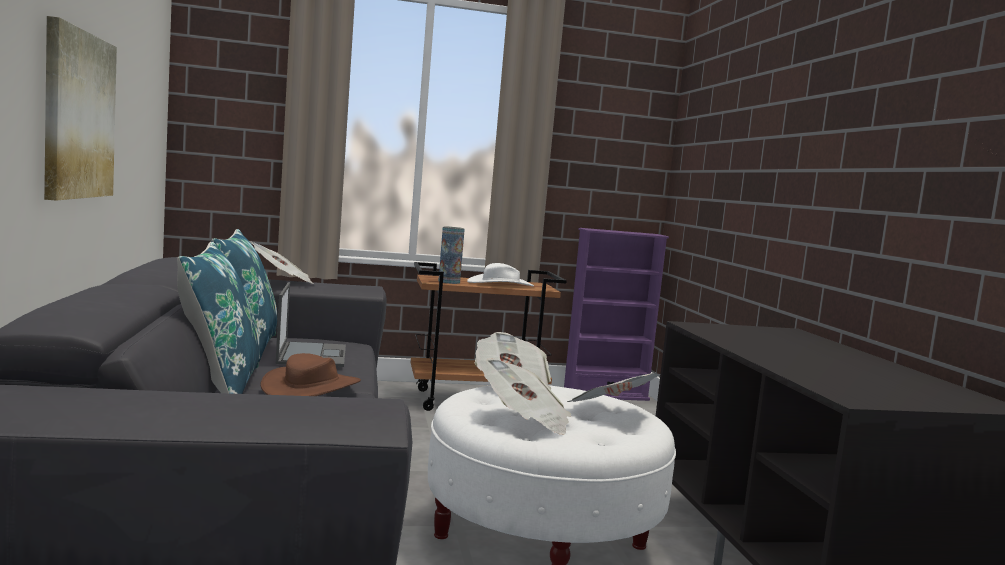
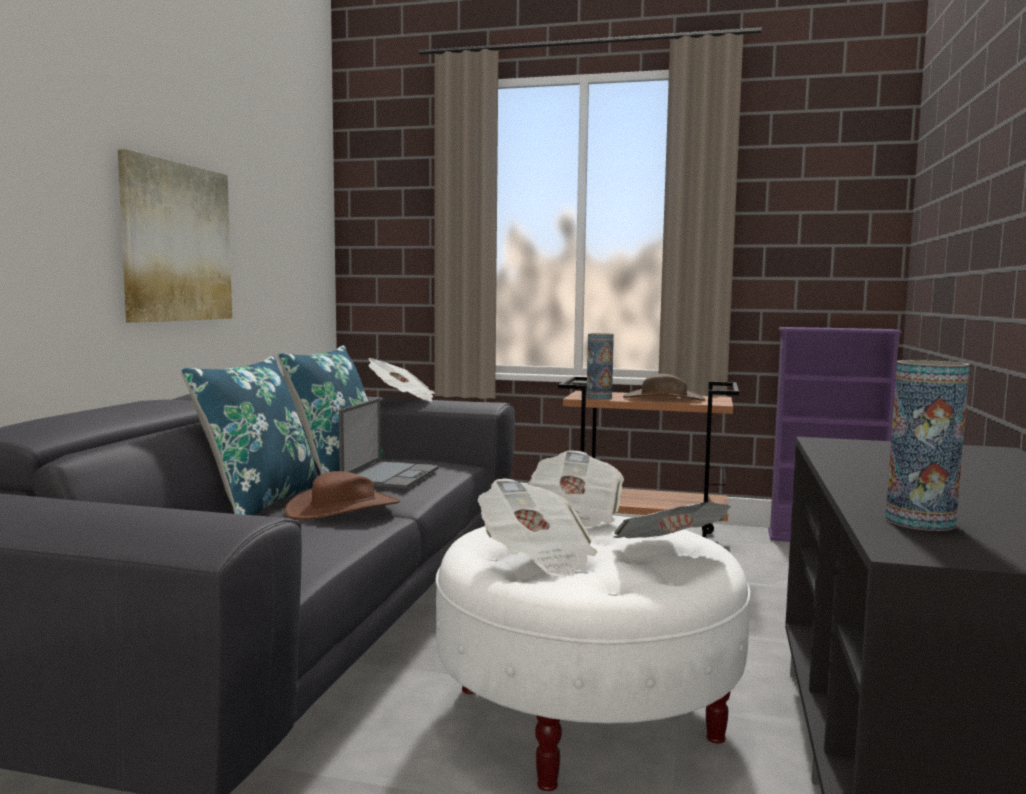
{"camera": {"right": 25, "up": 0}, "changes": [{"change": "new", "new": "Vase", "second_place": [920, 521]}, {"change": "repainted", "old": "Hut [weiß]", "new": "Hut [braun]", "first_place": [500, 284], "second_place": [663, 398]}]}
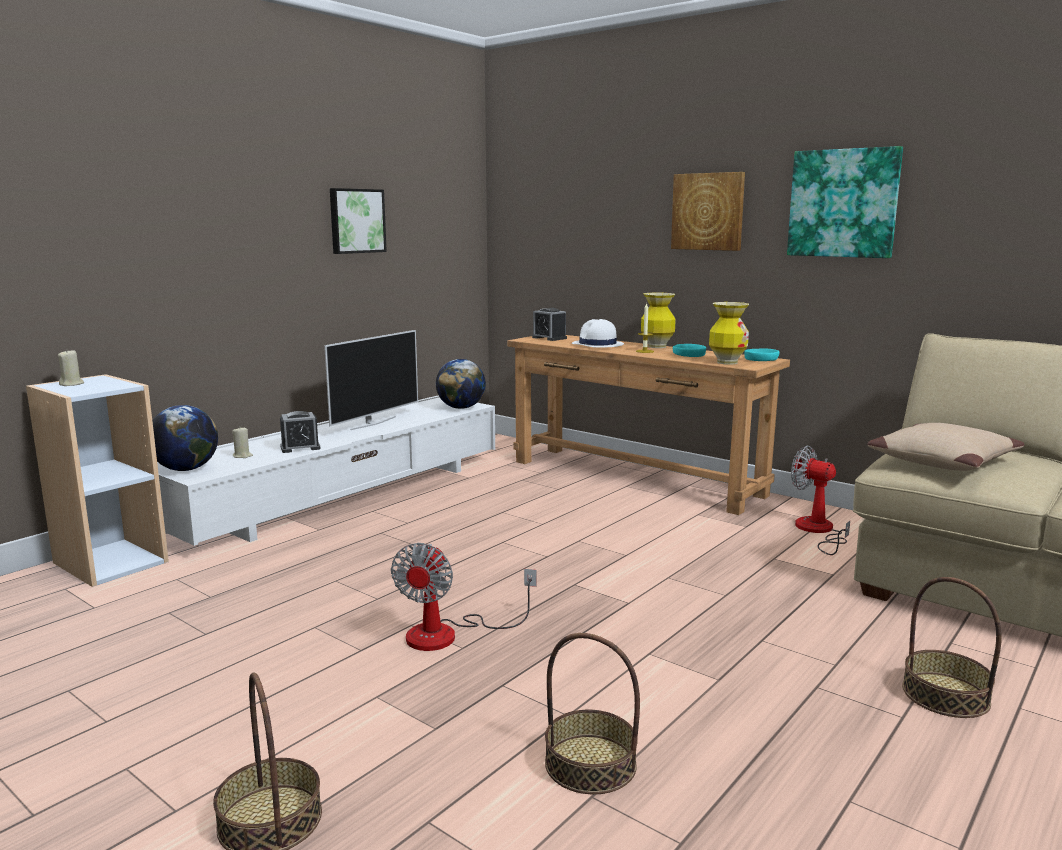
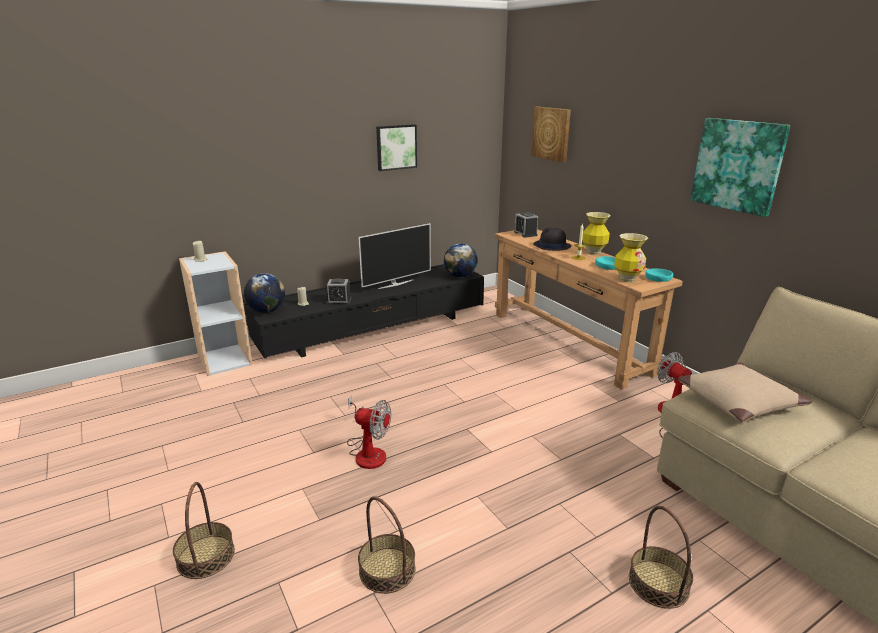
{"camera": {"right": 20, "up": 10}, "changes": [{"change": "shifted", "old": "Bild", "first_place": [708, 211], "second_place": [551, 133]}, {"change": "repainted", "old": "Fernsehschrank [weiß]", "new": "Fernsehschrank [schwarz]", "first_place": [342, 494], "second_place": [372, 327]}, {"change": "repainted", "old": "Hut [weiß]", "new": "Hut [schwarz]", "first_place": [597, 345], "second_place": [551, 246]}, {"change": "rotated", "old": "Ventilator", "first_place": [448, 634], "second_place": [367, 451], "degrees": -105}]}
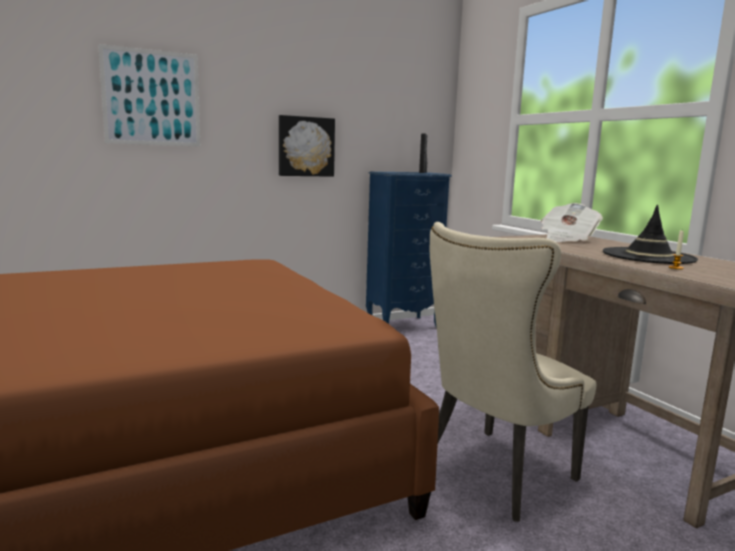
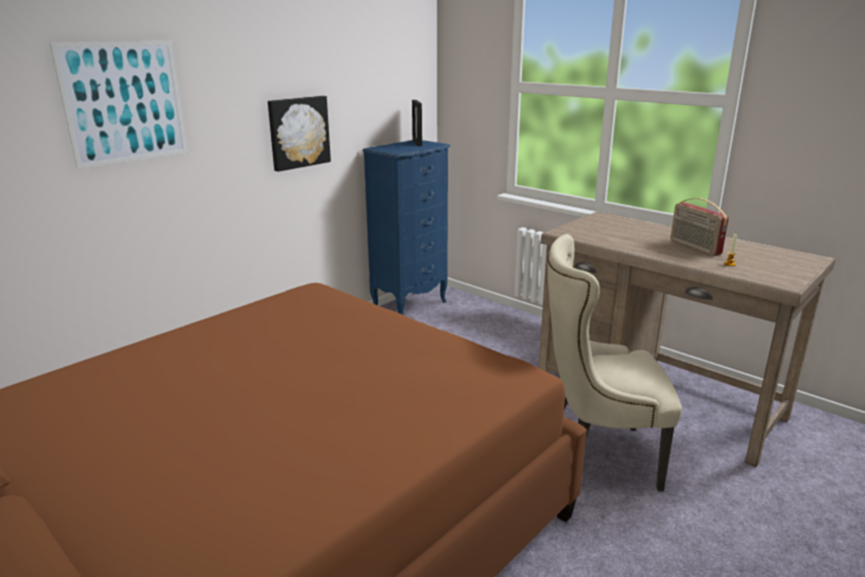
{"camera": {"right": -20, "up": 10}, "changes": [{"change": "gone", "old": "Zeitung", "first_place": [567, 239]}, {"change": "swapped", "old": "Hut [schwarz]", "new": "Radio", "first_place": [648, 256], "second_place": [694, 247]}, {"change": "rotated", "old": "Stuhl [beige]", "first_place": [496, 473], "second_place": [596, 457], "degrees": 60}]}
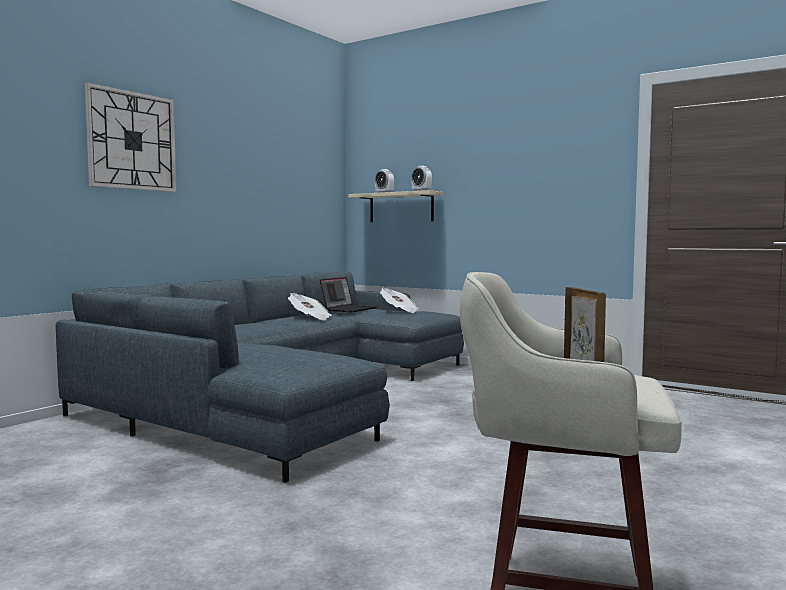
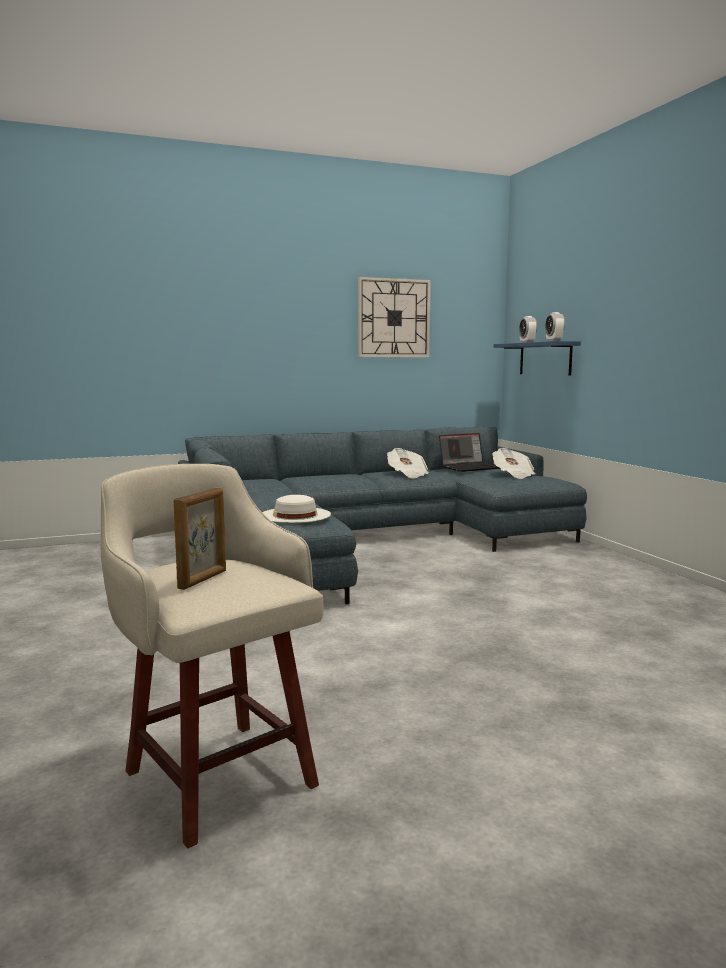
{"camera": {"right": 35, "up": 5}, "changes": [{"change": "new", "new": "Hut [weiß]", "second_place": [295, 515]}, {"change": "shifted", "old": "Wanduhr", "first_place": [132, 141], "second_place": [394, 318]}, {"change": "repainted", "old": "Wandregal [beige]", "new": "Wandregal [blau]", "first_place": [401, 207], "second_place": [545, 358]}]}
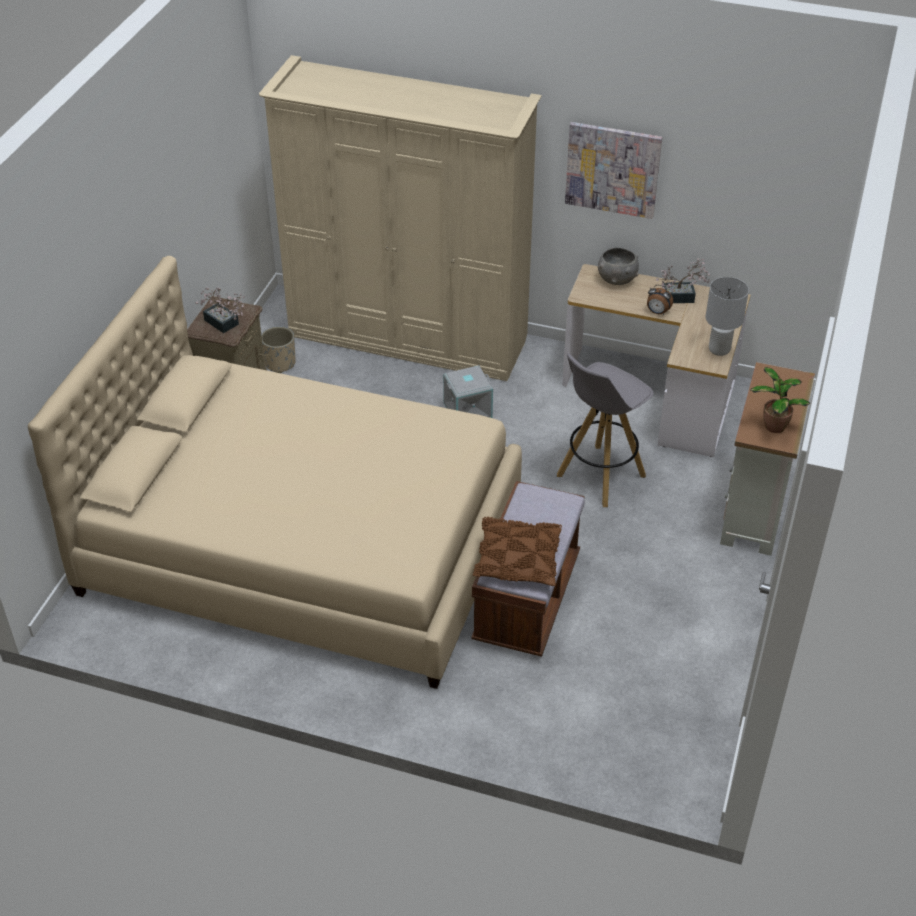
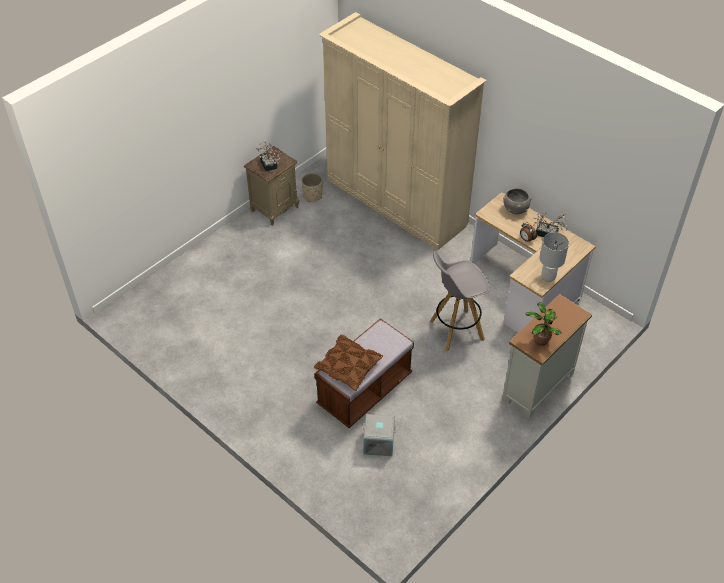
{"camera": {"right": 25, "up": 5}, "changes": [{"change": "gone", "old": "Bett [beige]", "first_place": [302, 544]}, {"change": "gone", "old": "Bild", "first_place": [613, 169]}, {"change": "shifted", "old": "Aufbewahrungsbox [grau]", "first_place": [467, 409], "second_place": [379, 442]}]}
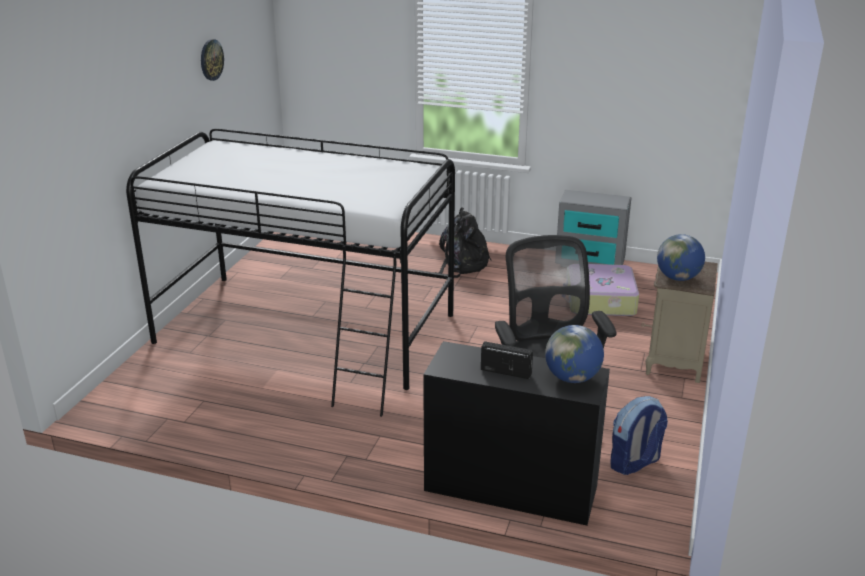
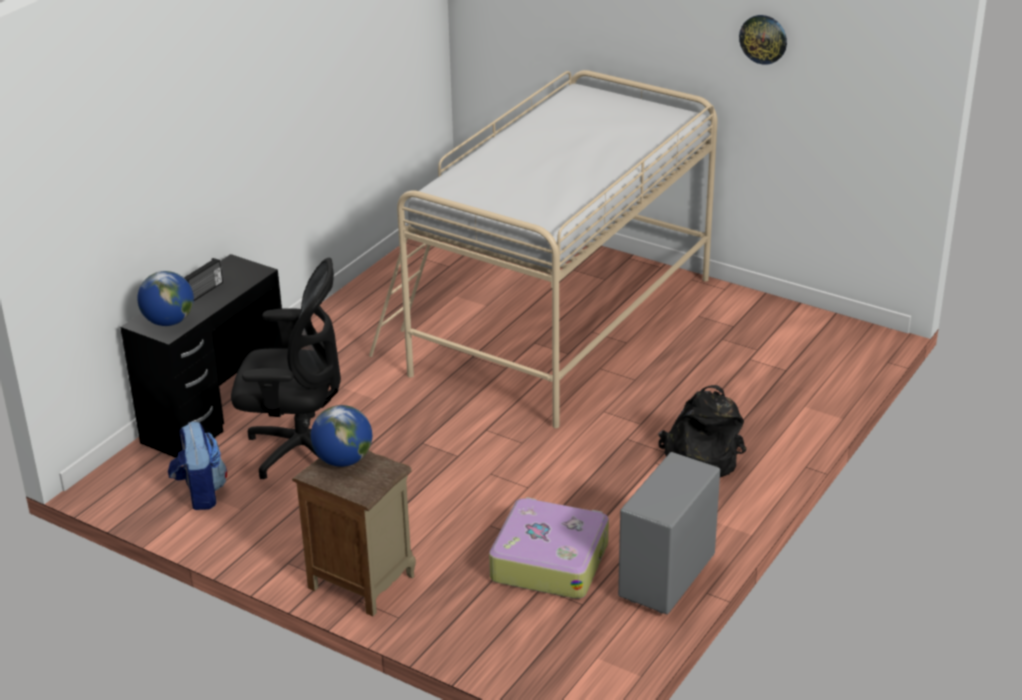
{"camera": {"right": 105, "up": 5}, "changes": [{"change": "repainted", "old": "Bett [schwarz]", "new": "Bett [beige]", "first_place": [308, 331], "second_place": [558, 327]}]}
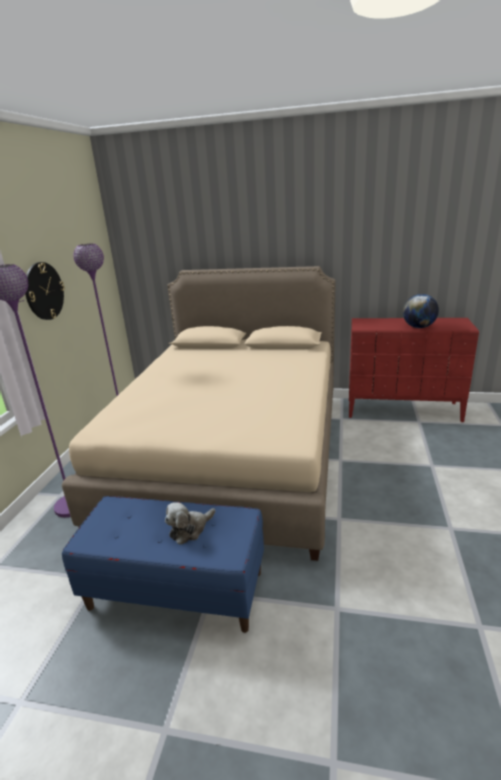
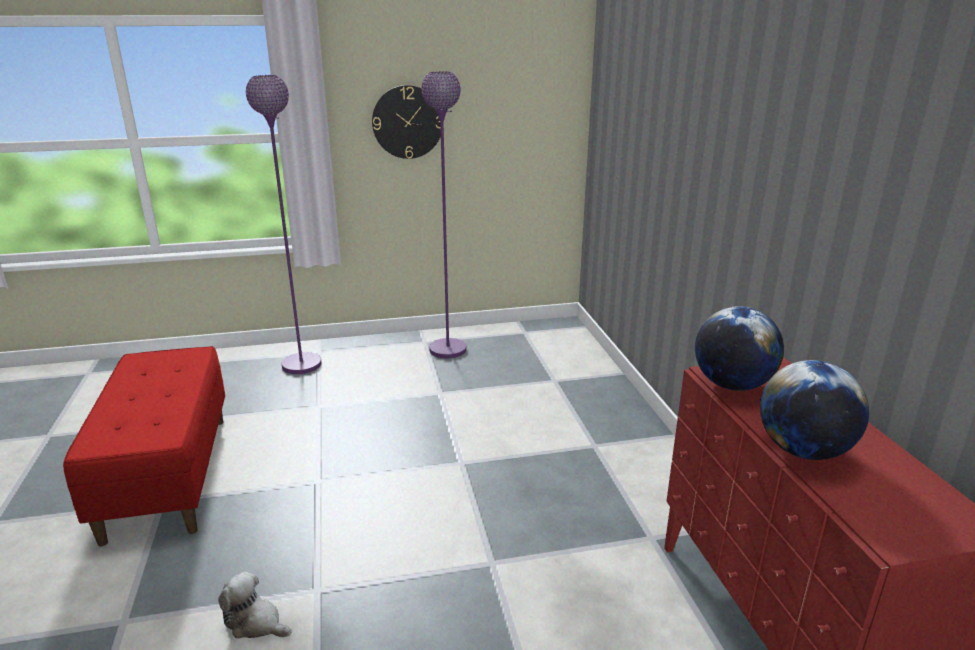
{"camera": {"right": 65, "up": 0}, "changes": [{"change": "gone", "old": "Bett [beige]", "first_place": [233, 453]}, {"change": "new", "new": "Globus", "second_place": [732, 385]}, {"change": "shifted", "old": "Plüschtier", "first_place": [190, 529], "second_place": [256, 622]}, {"change": "repainted", "old": "Bank [blau]", "new": "Bank [rot]", "first_place": [176, 589], "second_place": [169, 475]}]}
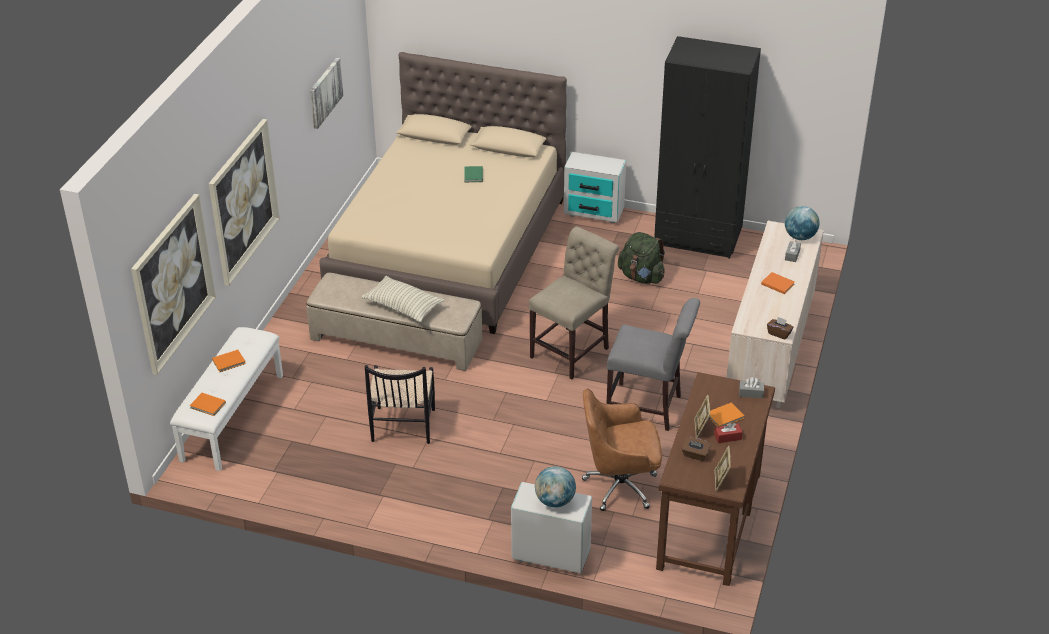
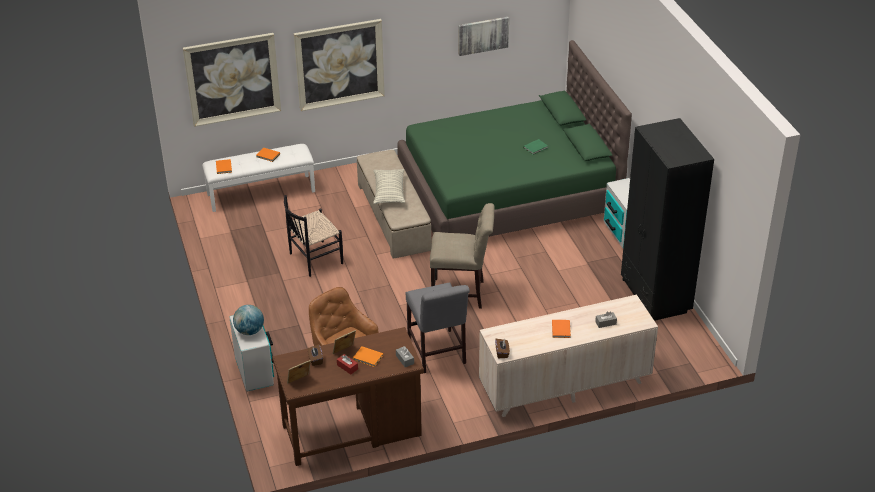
{"camera": {"right": 55, "up": 0}, "changes": [{"change": "gone", "old": "Rucksack [grün]", "first_place": [641, 277]}, {"change": "gone", "old": "Globus", "first_place": [800, 237]}, {"change": "repainted", "old": "Bett [beige]", "new": "Bett [grün]", "first_place": [449, 249], "second_place": [508, 193]}]}
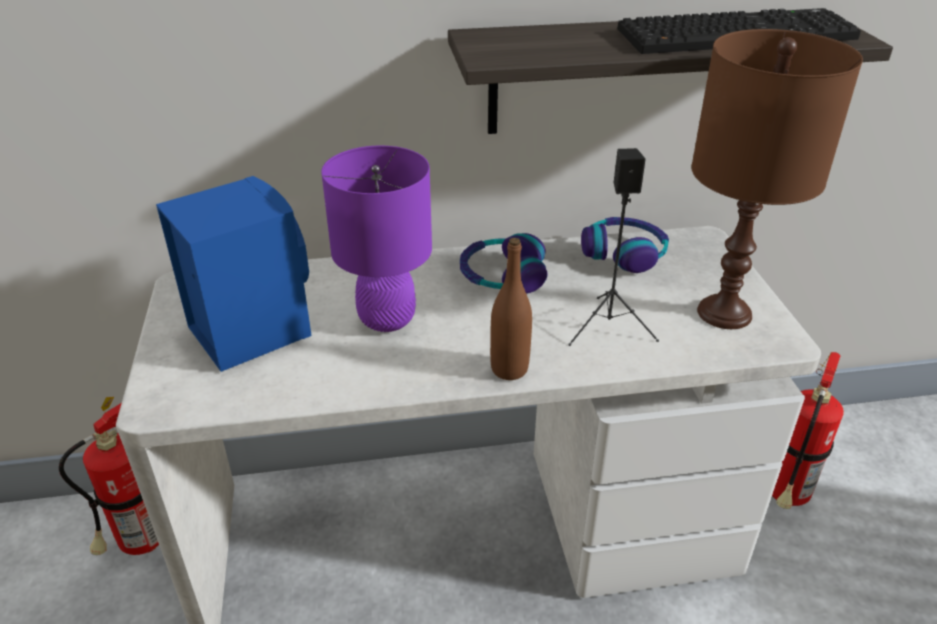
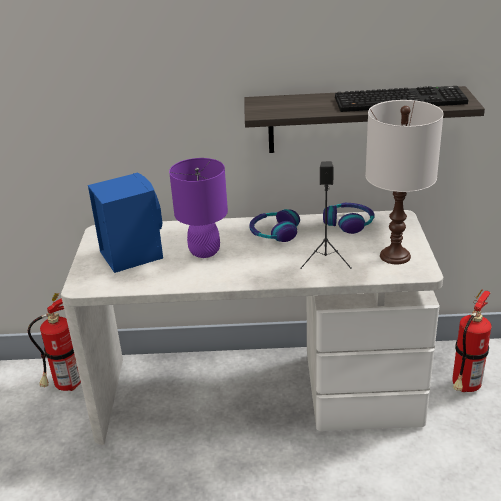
{"camera": {"right": 10, "up": -5}, "changes": [{"change": "gone", "old": "Flasche [braun]", "first_place": [509, 369]}, {"change": "repainted", "old": "Tischlampe [braun]", "new": "Tischlampe [weiß]", "first_place": [723, 313], "second_place": [394, 256]}]}
